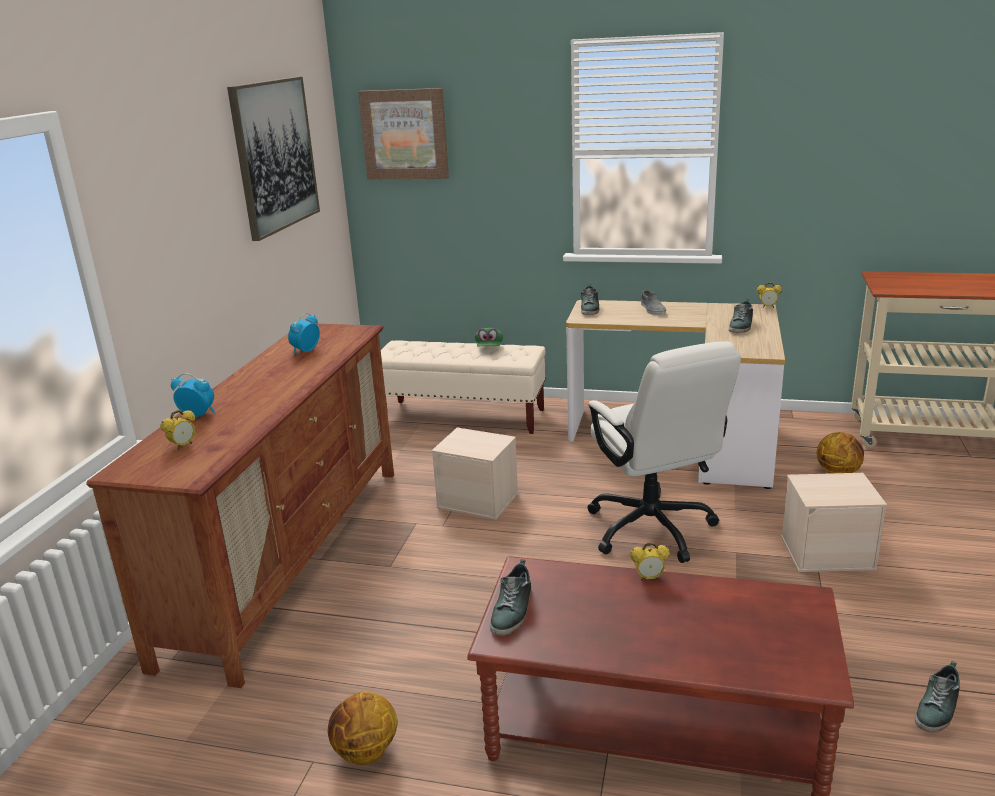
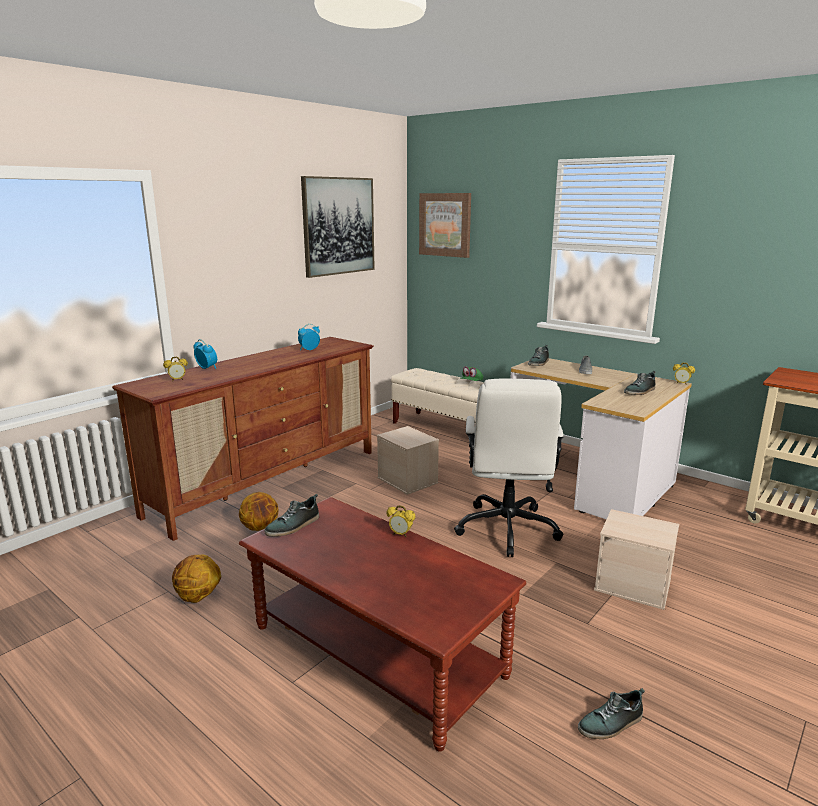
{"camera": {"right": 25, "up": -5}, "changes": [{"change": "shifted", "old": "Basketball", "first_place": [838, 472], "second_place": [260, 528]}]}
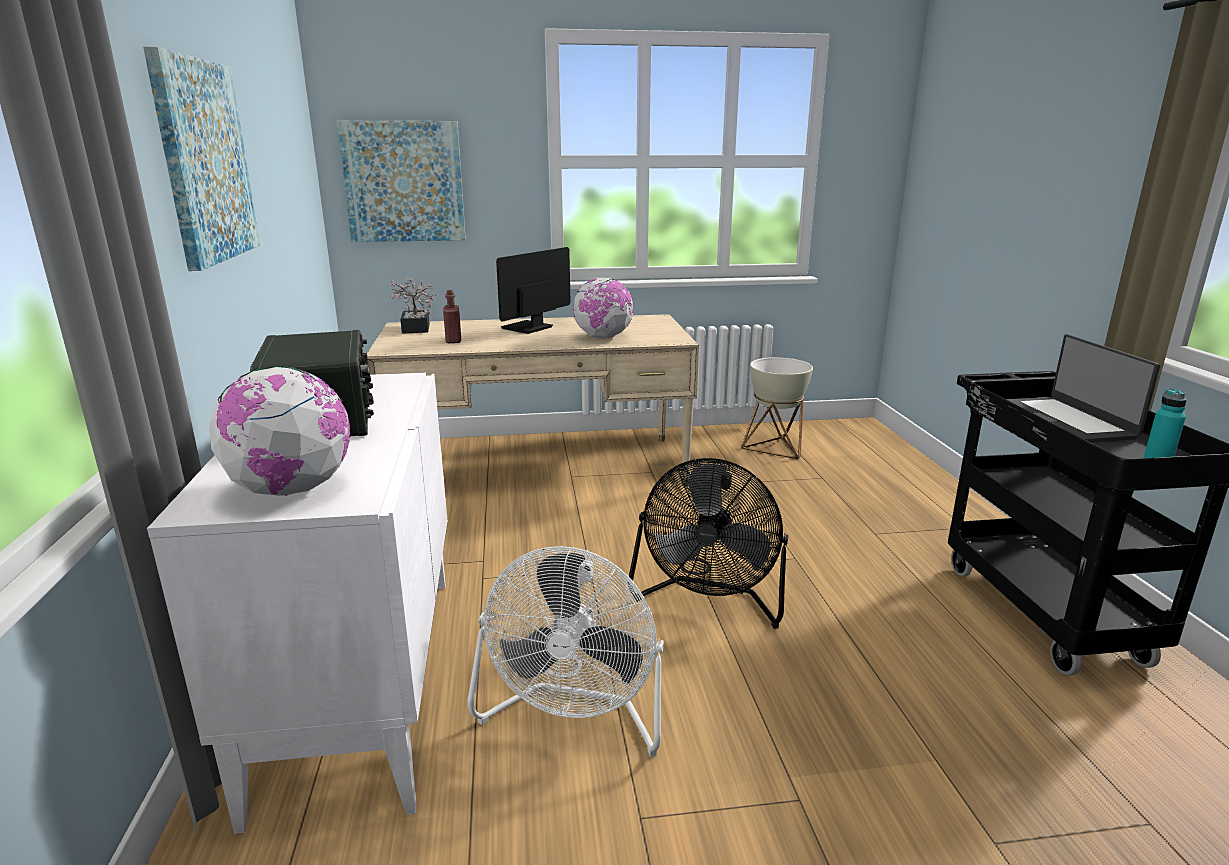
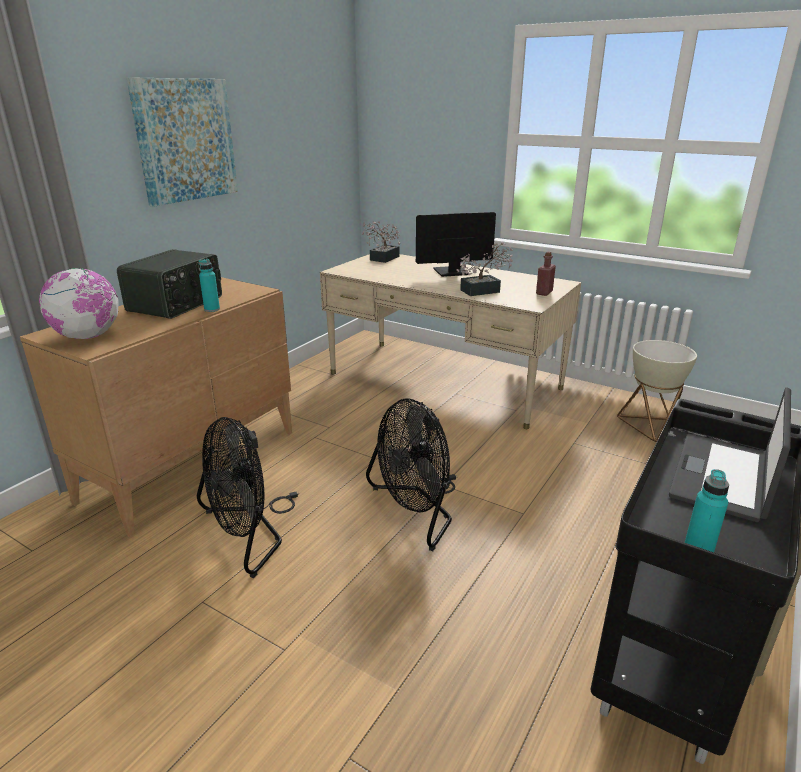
{"camera": {"right": 40, "up": 5}, "changes": [{"change": "gone", "old": "Bild", "first_place": [404, 182]}, {"change": "new", "new": "Flasche [türkis]", "second_place": [212, 309]}, {"change": "shifted", "old": "Flasche [rot]", "first_place": [453, 340], "second_place": [544, 293]}, {"change": "swapped", "old": "Globus", "new": "Topfpflanze", "first_place": [603, 337], "second_place": [484, 291]}, {"change": "repainted", "old": "Schrank [weiß]", "new": "Schrank [braun]", "first_place": [363, 681], "second_place": [193, 465]}, {"change": "repainted", "old": "Ventilator [weiß]", "new": "Ventilator [schwarz]", "first_place": [569, 711], "second_place": [250, 530]}]}
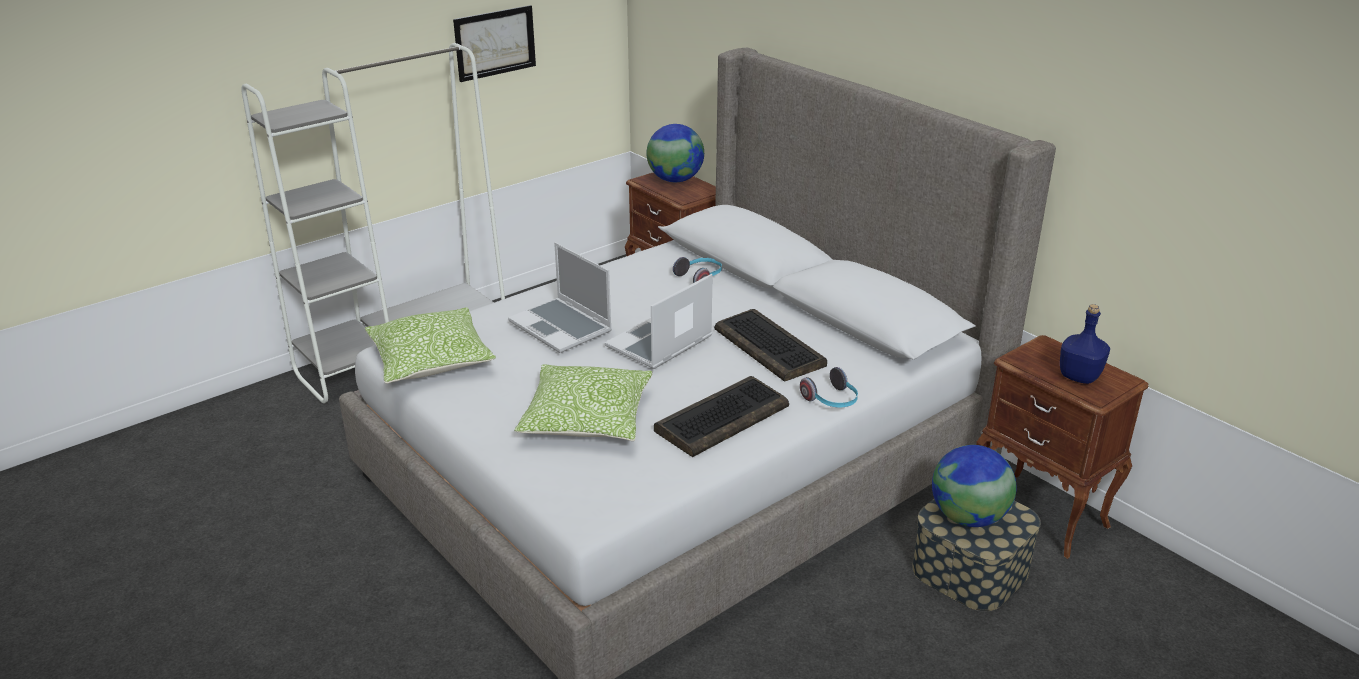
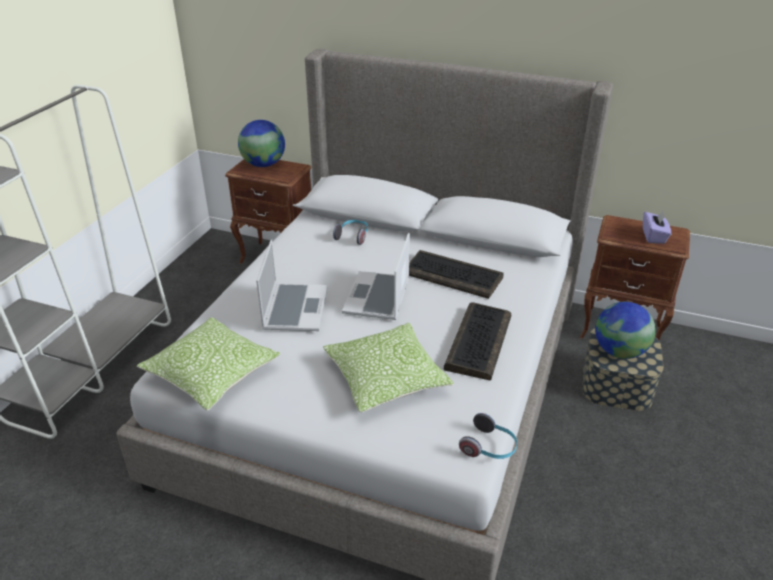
{"camera": {"right": -30, "up": 5}, "changes": [{"change": "gone", "old": "Bild", "first_place": [495, 43]}, {"change": "shifted", "old": "Kopfhörer", "first_place": [831, 401], "second_place": [489, 447]}, {"change": "swapped", "old": "Flasche [blau]", "new": "Taschentuchbox [lila]", "first_place": [1079, 376], "second_place": [654, 236]}, {"change": "rotated", "old": "Laptop", "first_place": [562, 327], "second_place": [294, 308], "degrees": -105}]}
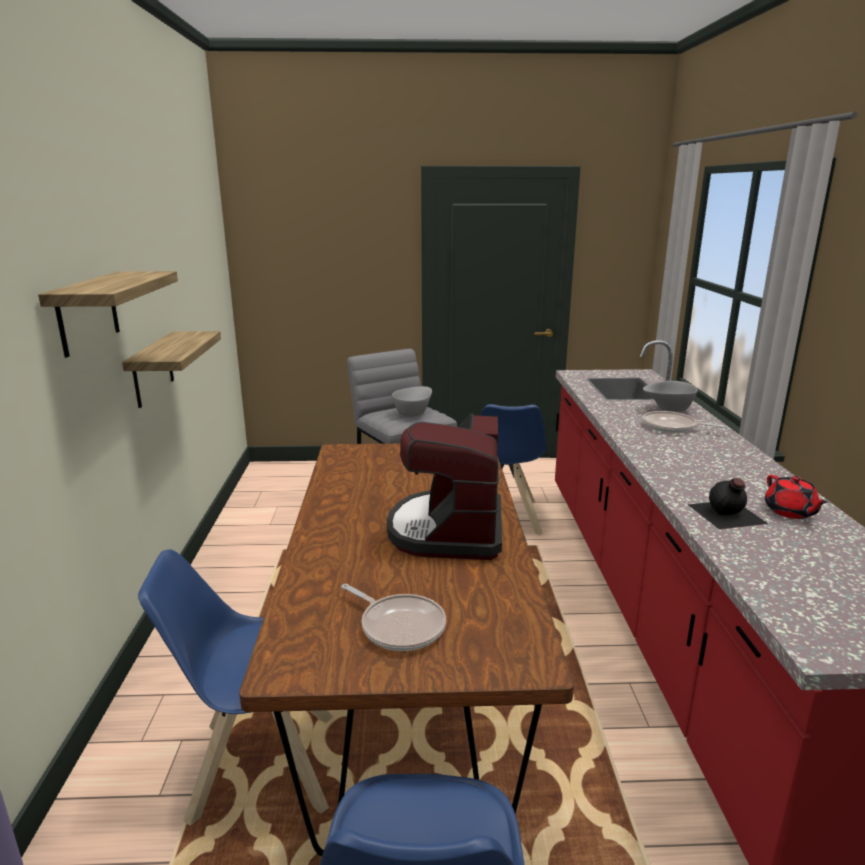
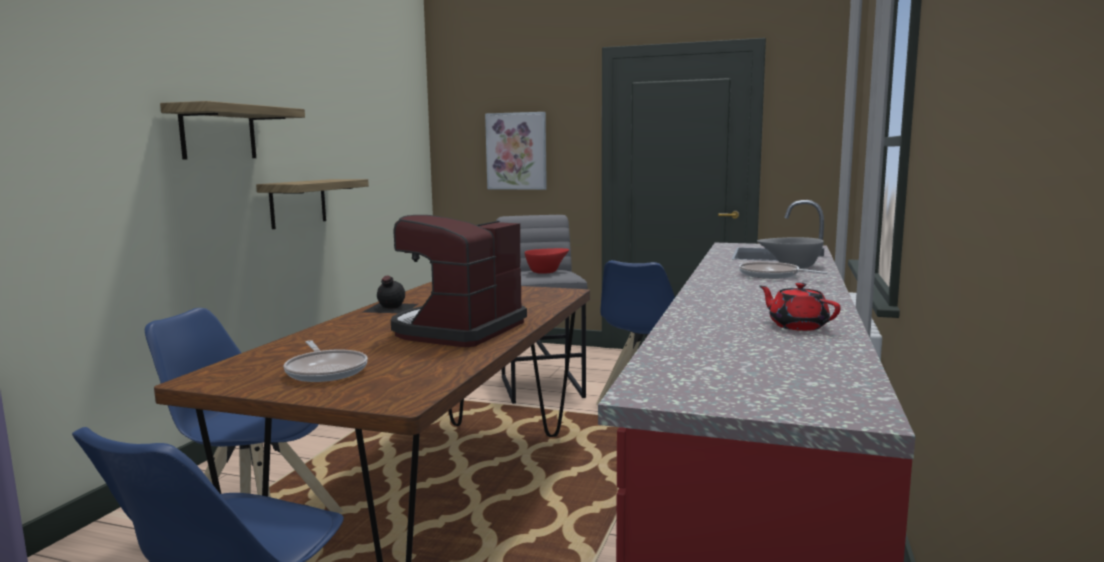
{"camera": {"right": 20, "up": -10}, "changes": [{"change": "new", "new": "Bild", "second_place": [516, 151]}, {"change": "shifted", "old": "Flasche [schwarz]", "first_place": [726, 514], "second_place": [390, 308]}, {"change": "repainted", "old": "Schüssel [grau]", "new": "Schüssel [rot]", "first_place": [413, 413], "second_place": [547, 271]}, {"change": "rotated", "old": "Teekanne [rot]", "first_place": [790, 512], "second_place": [797, 326], "degrees": 135}]}
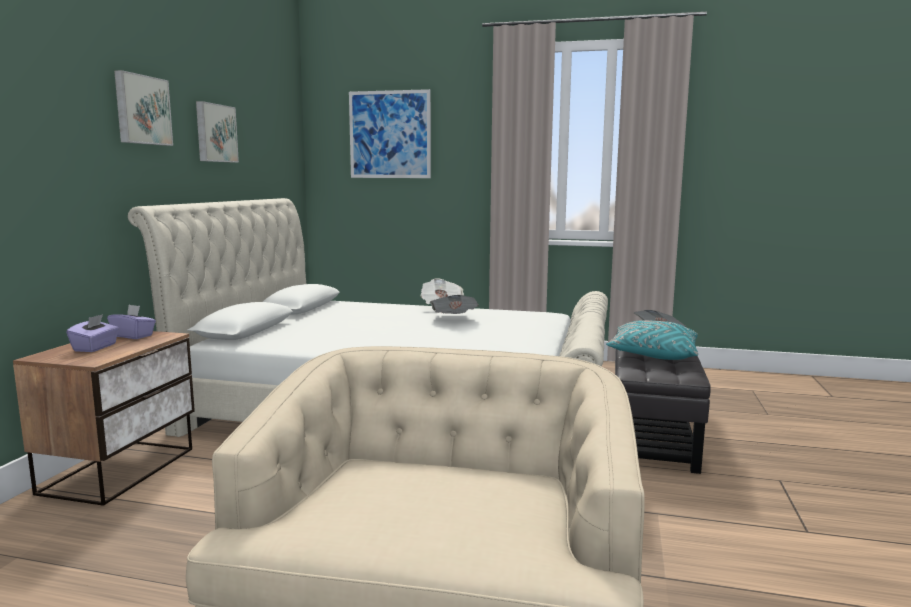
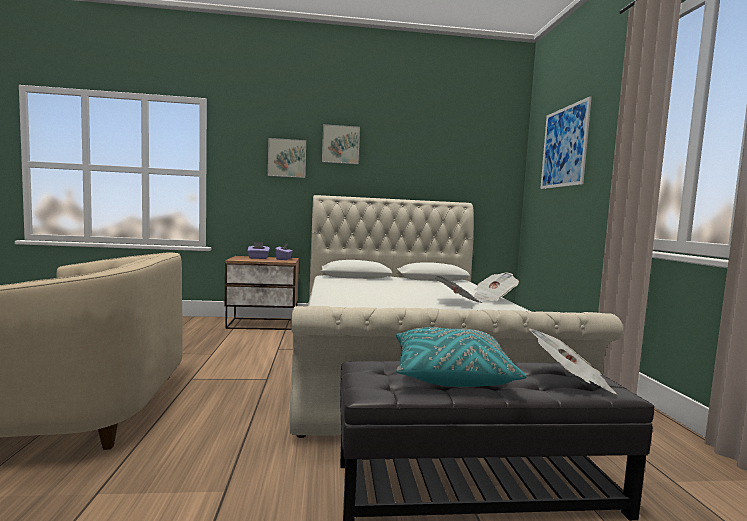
{"camera": {"right": 70, "up": -5}, "changes": [{"change": "shifted", "old": "Bild", "first_place": [215, 133], "second_place": [287, 158]}]}
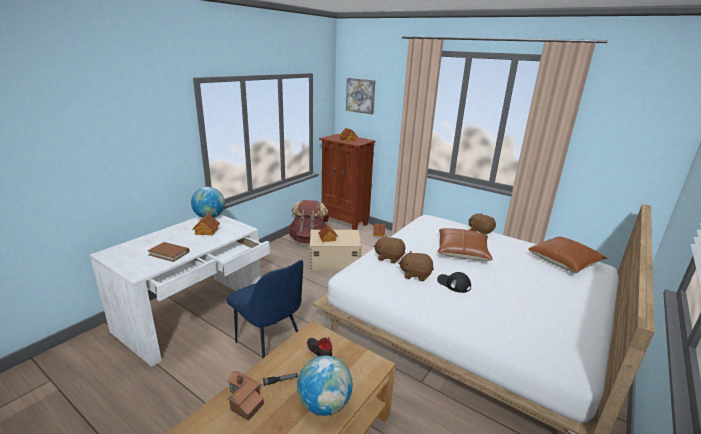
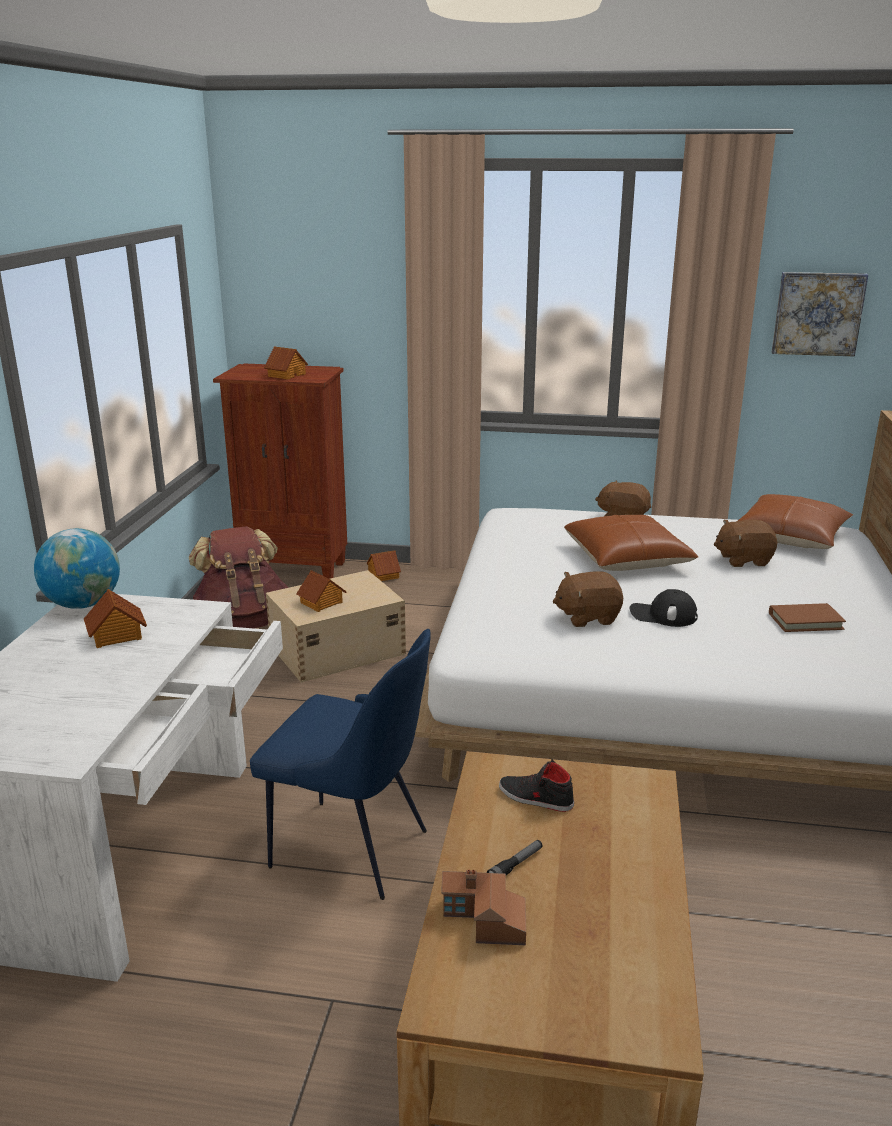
{"camera": {"right": -25, "up": 0}, "changes": [{"change": "gone", "old": "Globus", "first_place": [324, 404]}, {"change": "shifted", "old": "Buch [braun]", "first_place": [169, 253], "second_place": [805, 621]}, {"change": "shifted", "old": "Bild", "first_place": [360, 95], "second_place": [818, 313]}, {"change": "shifted", "old": "Plüschtier [braun]", "first_place": [389, 257], "second_place": [743, 560]}]}
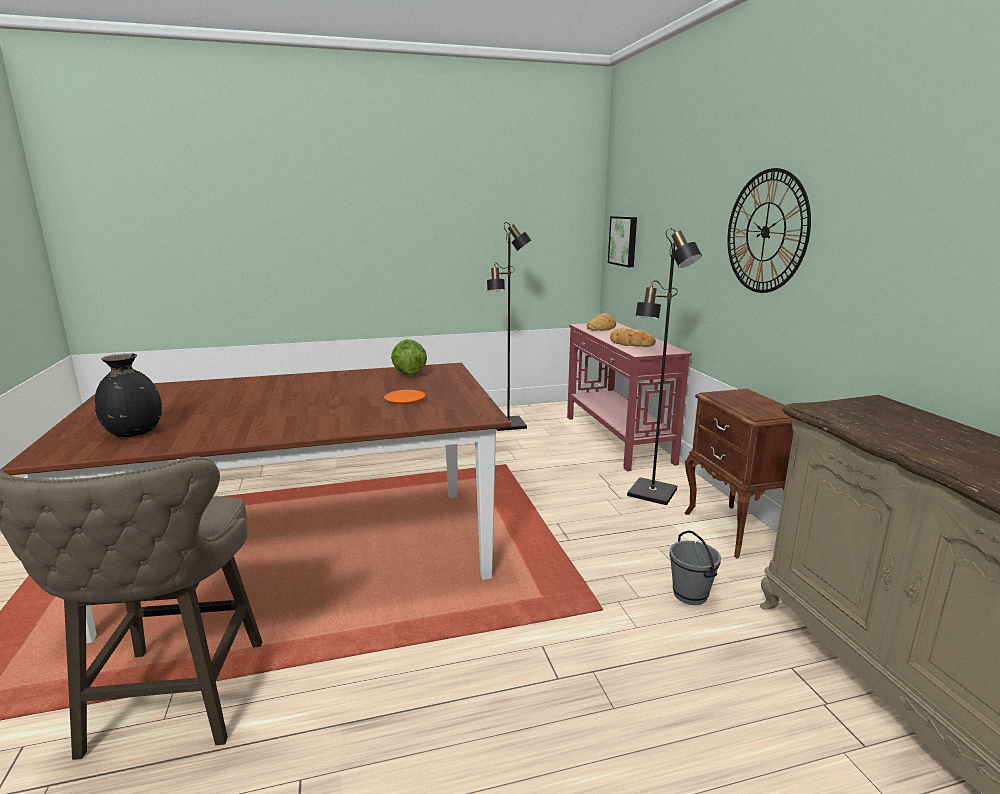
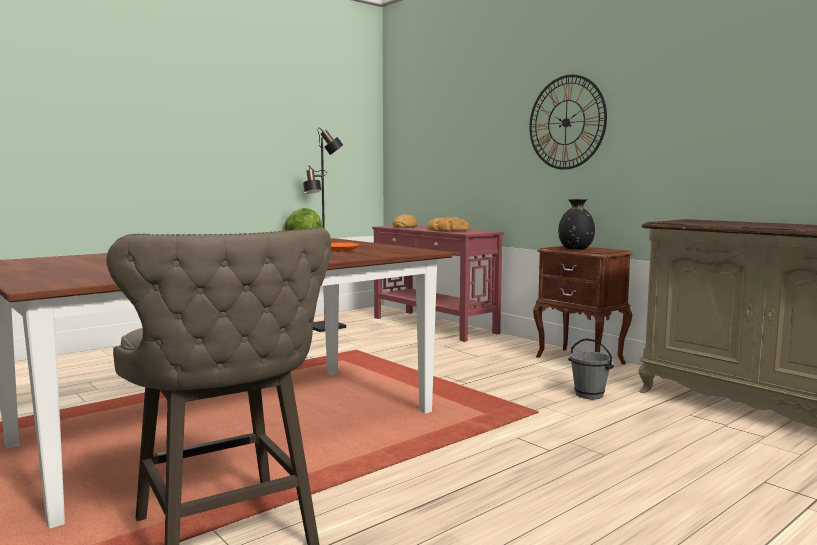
{"camera": {"right": -25, "up": -10}, "changes": [{"change": "gone", "old": "Bild", "first_place": [624, 241]}, {"change": "gone", "old": "Stehlampe [schwarz]", "first_place": [652, 492]}, {"change": "shifted", "old": "Vase [schwarz]", "first_place": [134, 432], "second_place": [575, 248]}]}
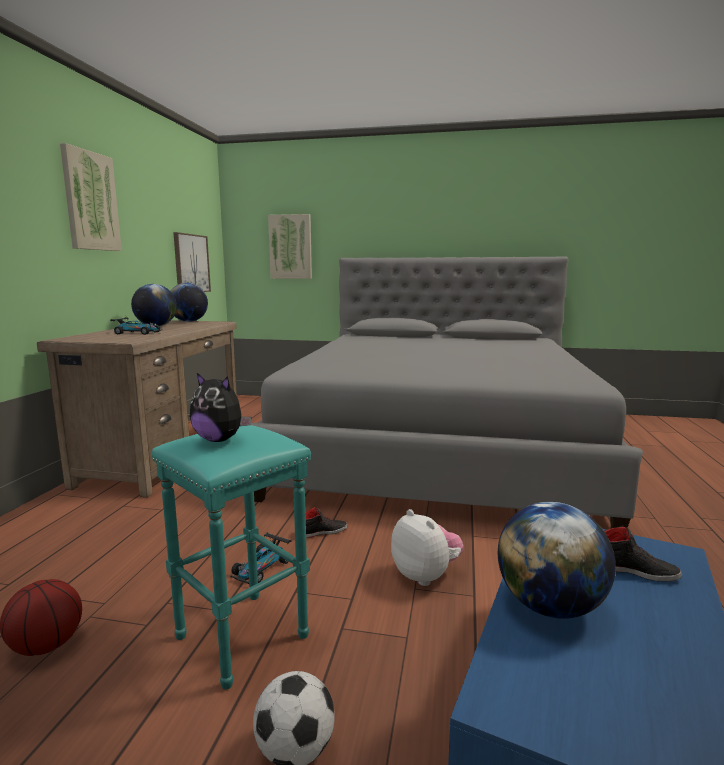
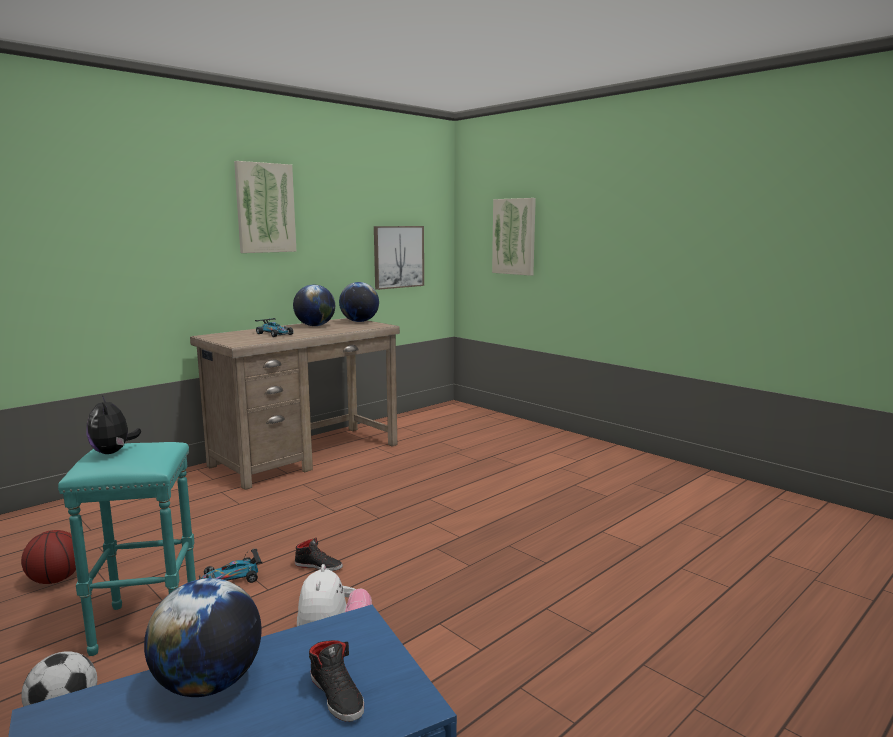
{"camera": {"right": 35, "up": 0}, "changes": [{"change": "gone", "old": "Bett [grau]", "first_place": [437, 445]}]}
